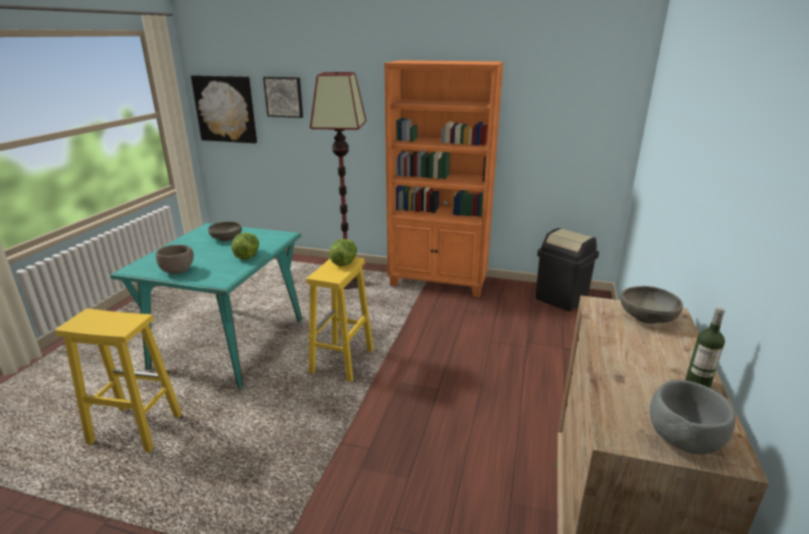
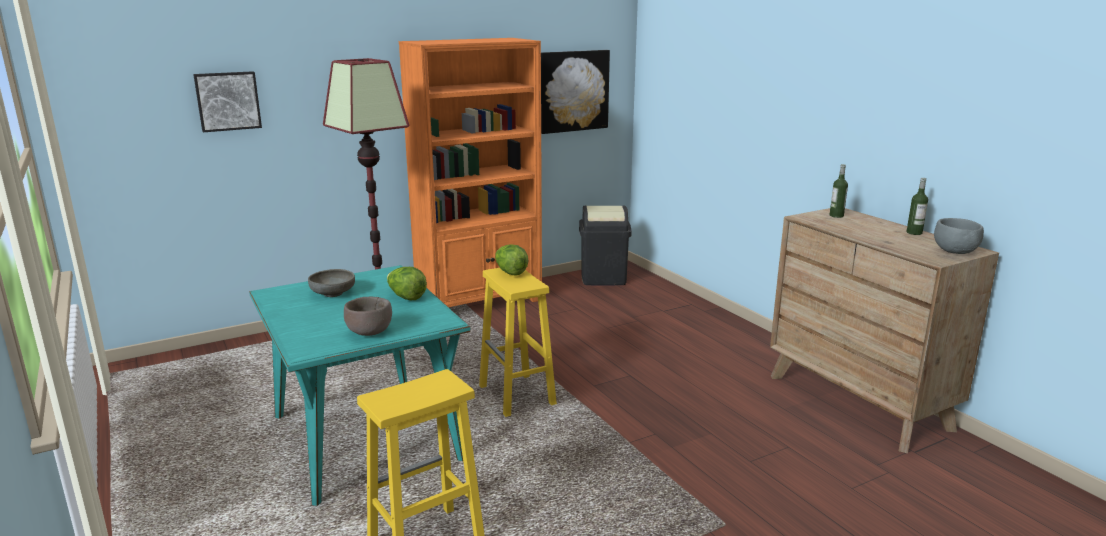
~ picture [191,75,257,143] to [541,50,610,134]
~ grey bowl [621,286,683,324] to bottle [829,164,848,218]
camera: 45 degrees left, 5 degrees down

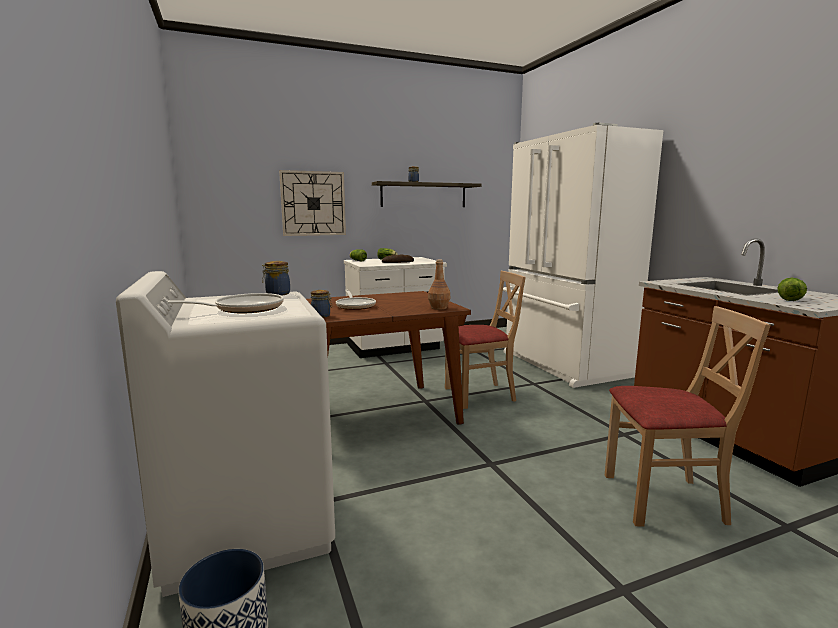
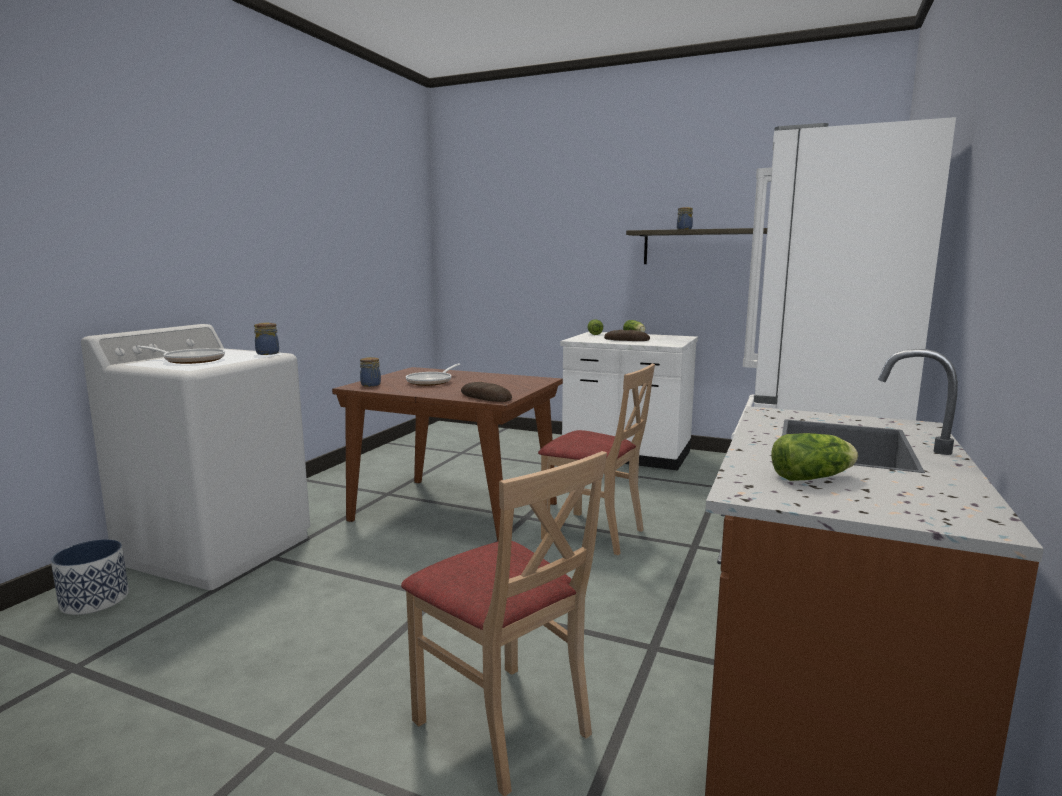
~ brown bottle [428,260,450,310] to bread [461,382,512,402]
- wall clock [279,170,346,236]
camera: 45 degrees right, 0 degrees up

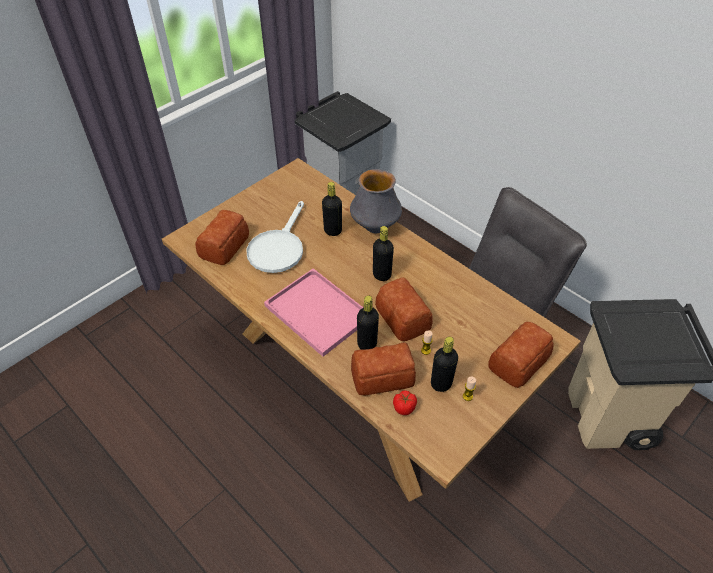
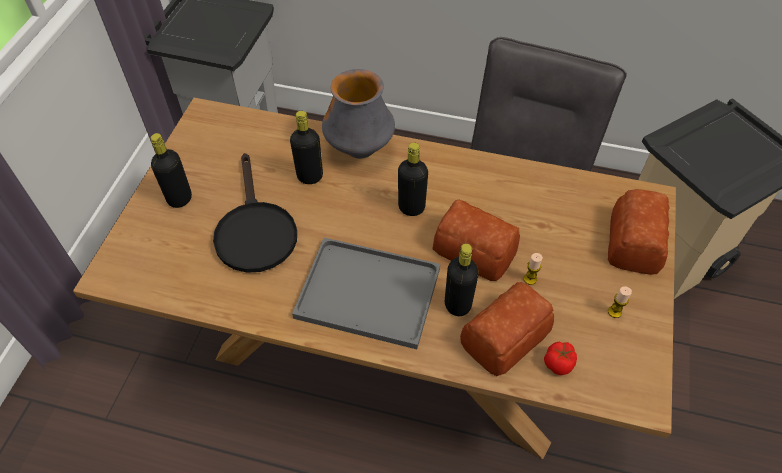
~ black bottle [431,337,458,392] to [151,133,192,208]
~ white frying pan [246,201,304,273] to black frying pan [213,153,297,273]
~ pink tray [264,268,363,357] to grey tray [292,237,440,349]
- bread [195,210,249,265]
camera: 30 degrees left, 5 degrees up

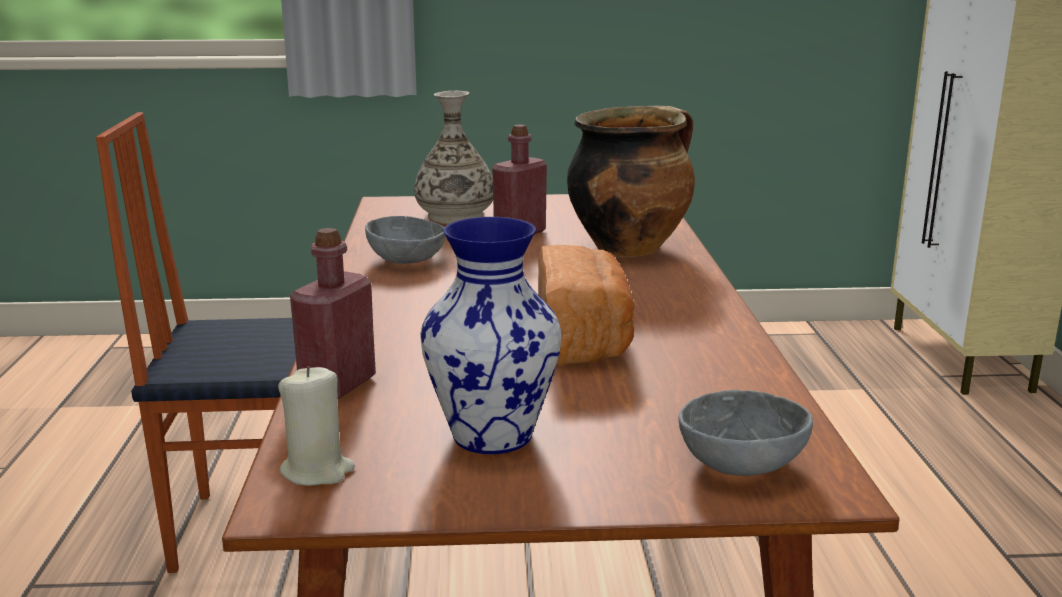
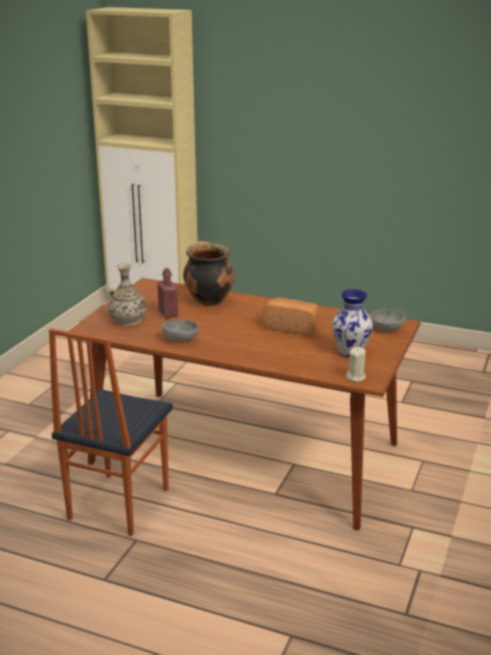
- red bottle [290,228,376,399]
camera: 65 degrees left, 5 degrees up

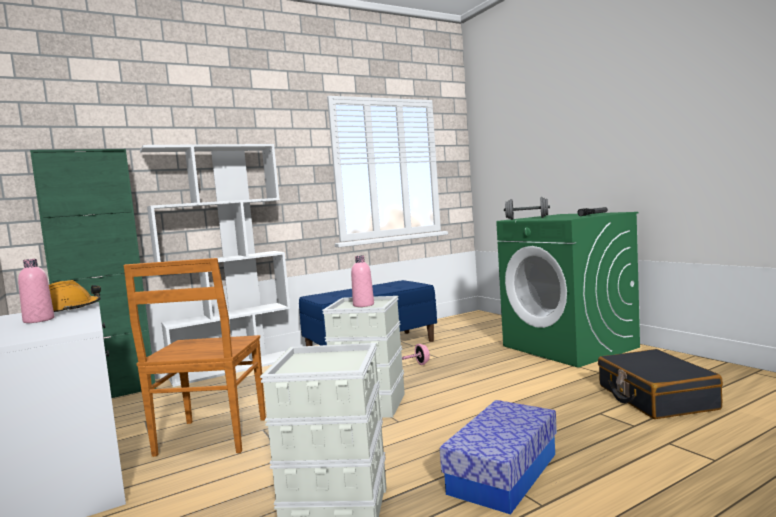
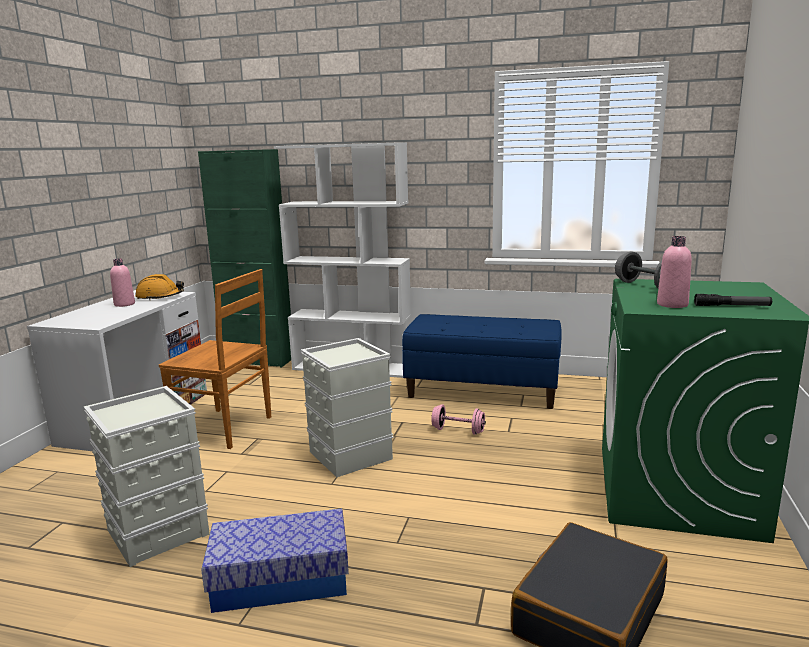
~ brown chair [123,258,266,457] = [159,269,271,449] 120 degrees counterclockwise
~ pink bottle [351,255,374,307] to [657,236,692,308]
camera: 45 degrees right, 10 degrees up

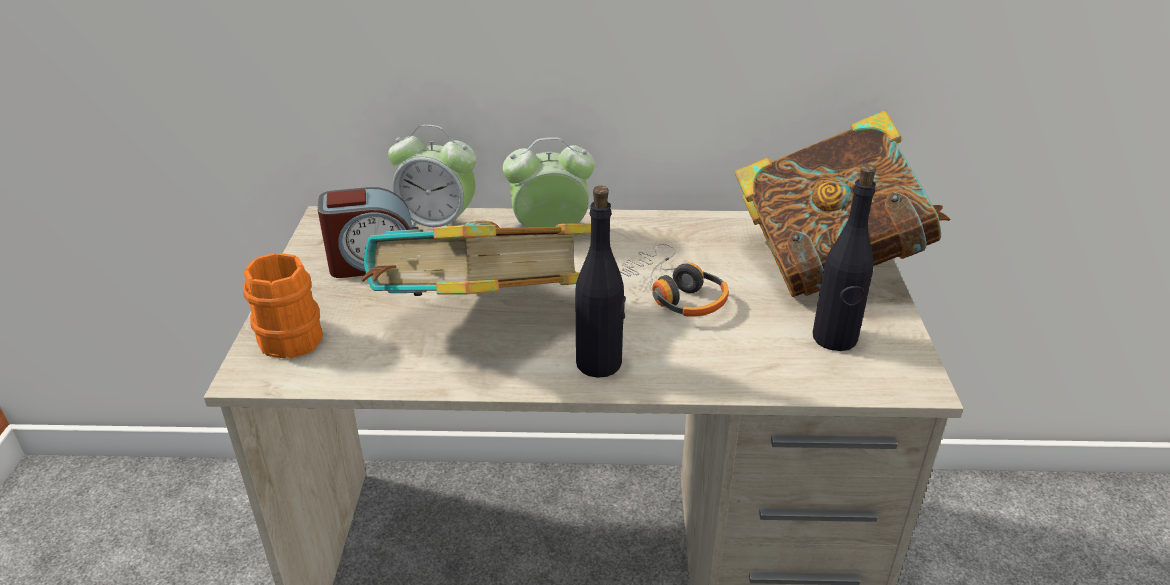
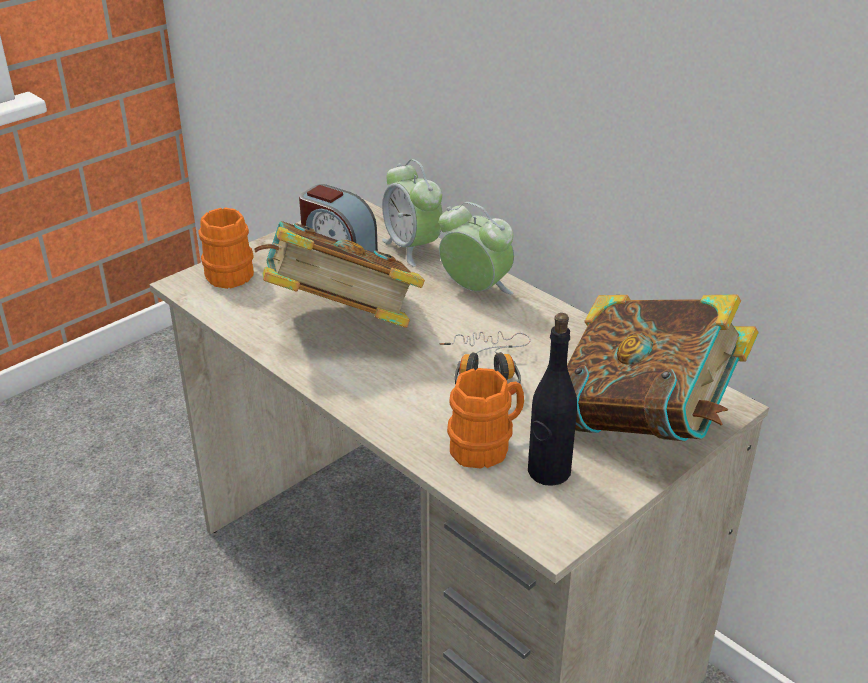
+ orange mug [447,368,524,469]
- black bottle [575,186,626,378]
camera: 45 degrees right, 0 degrees up

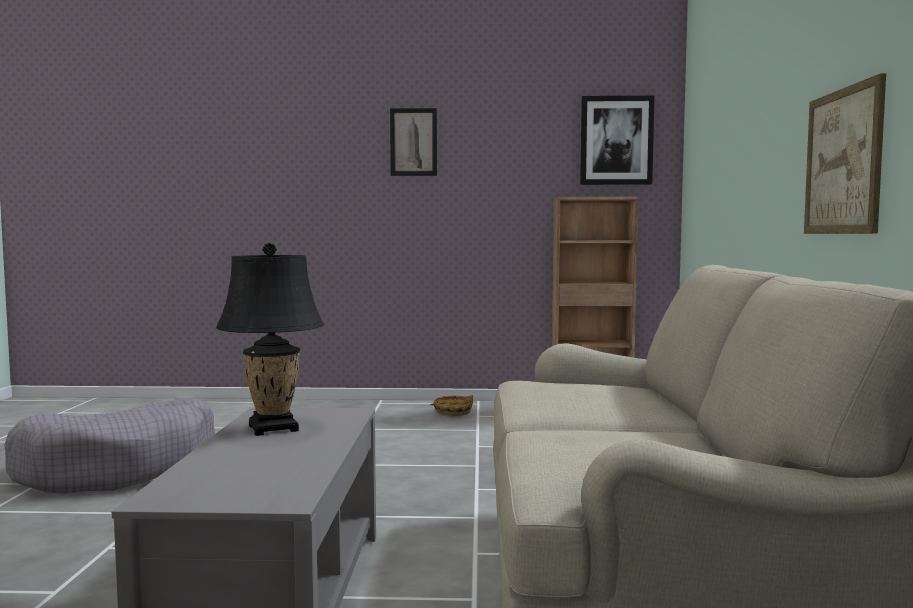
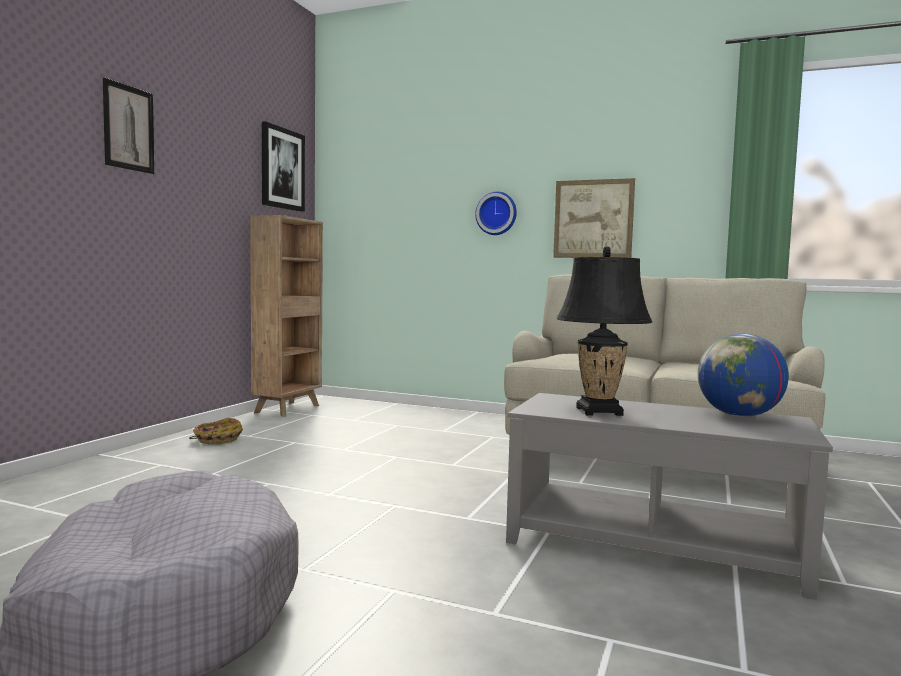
+ wall clock [475,191,517,235]
+ globe [698,334,789,417]
camera: 70 degrees left, 0 degrees up

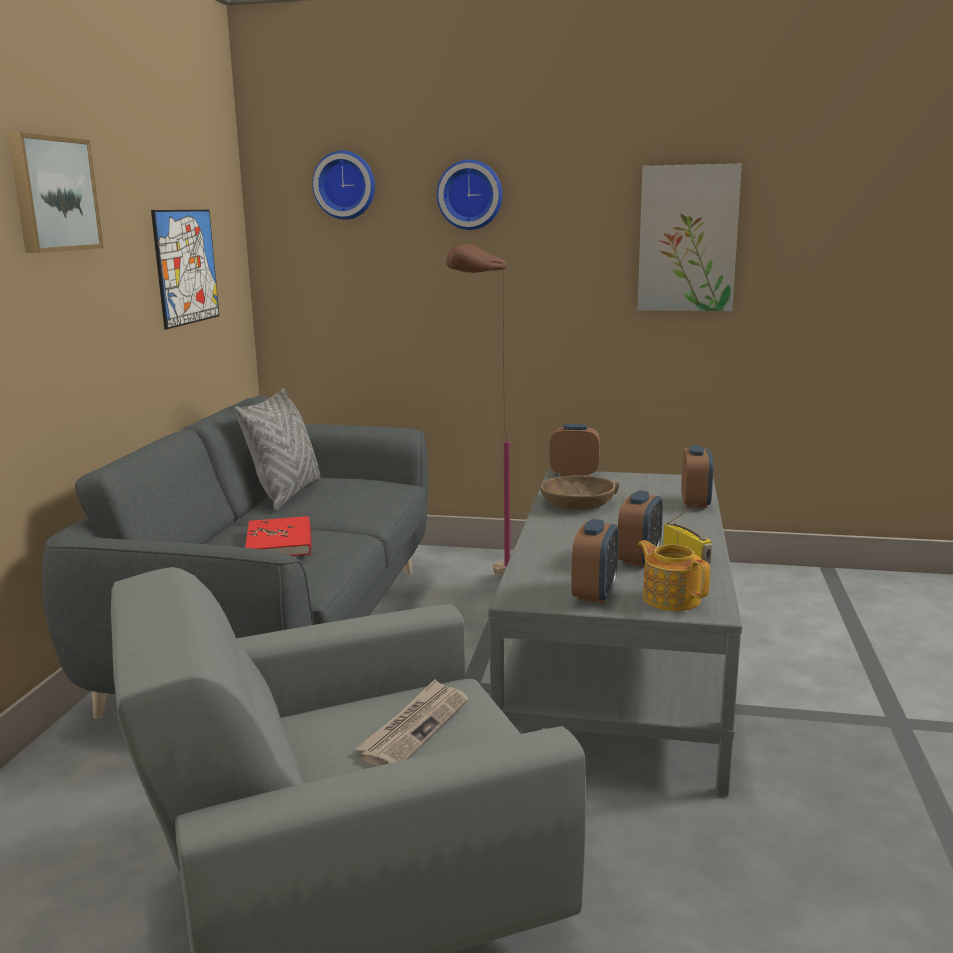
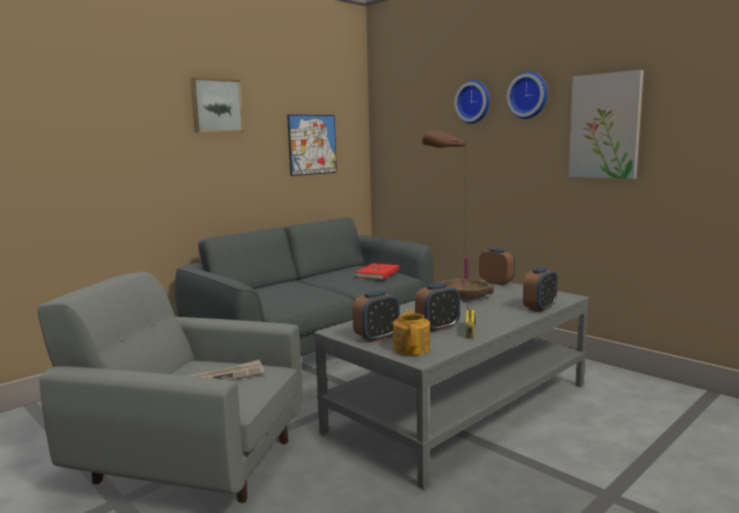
~ red book [245,516,312,556] to [355,263,399,280]
~ wall clock [312,151,375,220] to [507,71,548,119]
- grey pillow [235,388,320,511]
camera: 35 degrees right, 5 degrees down

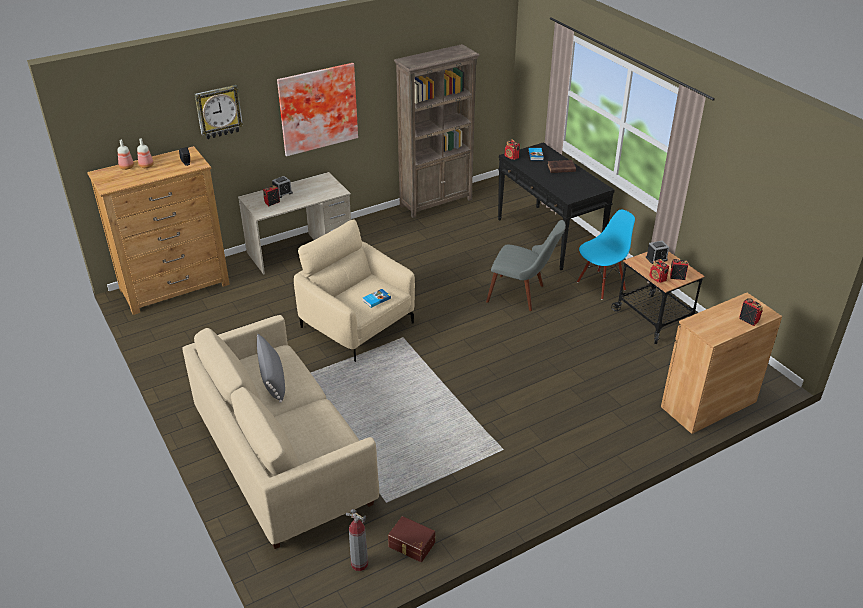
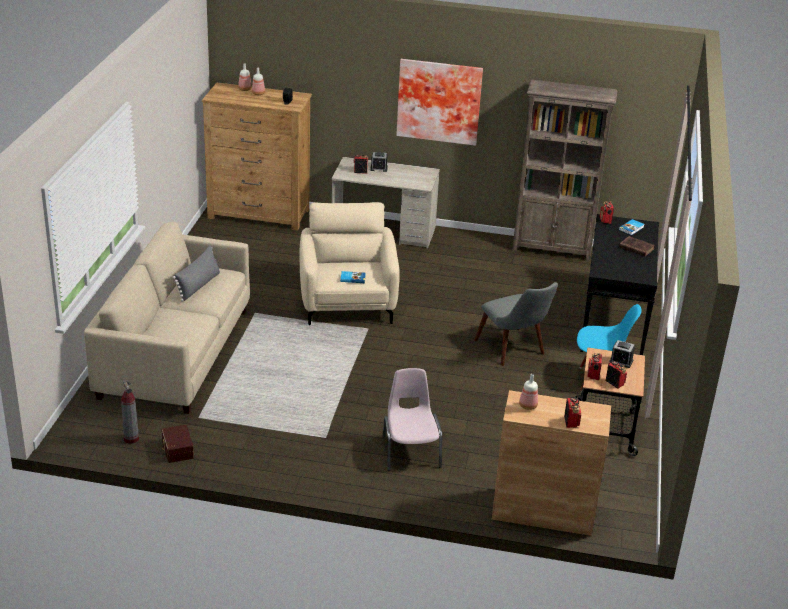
+ pink chair [382,368,442,471]
+ bottle [519,374,538,410]
- wall clock [195,85,243,139]
camera: 40 degrees right, 5 degrees down

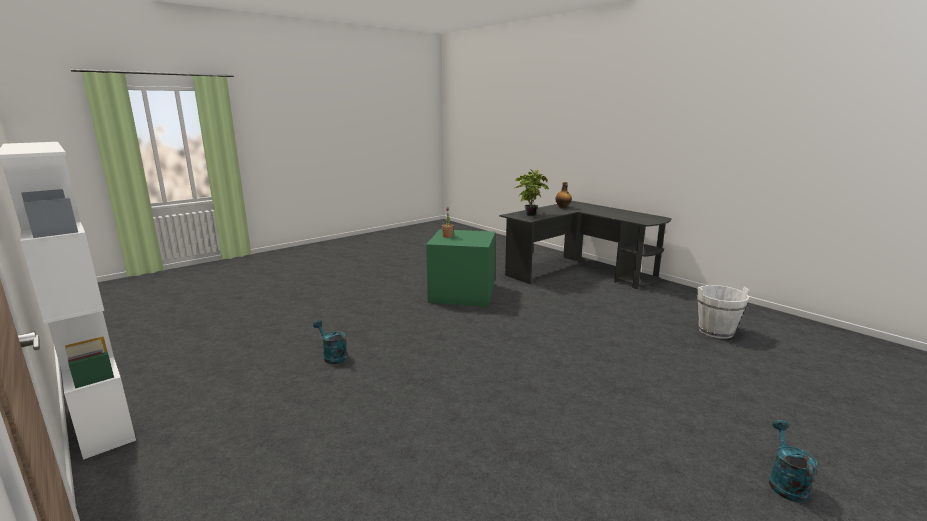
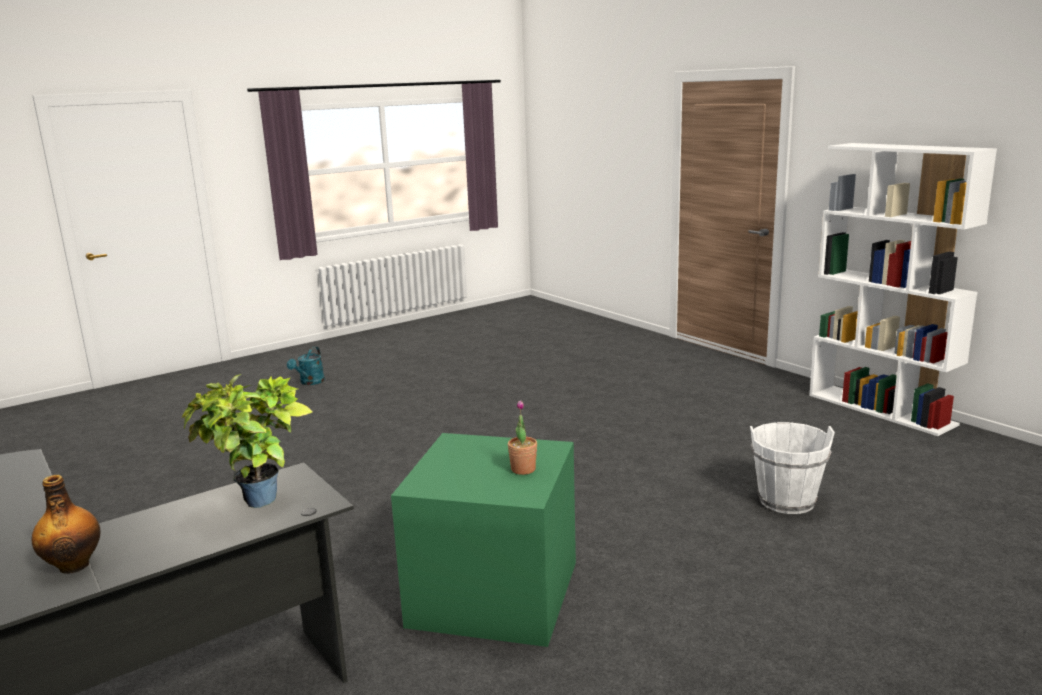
~ white bucket [697,285,750,339] to [750,422,835,514]
- turquoise watering can [313,320,348,364]
camera: 175 degrees left, 0 degrees up

